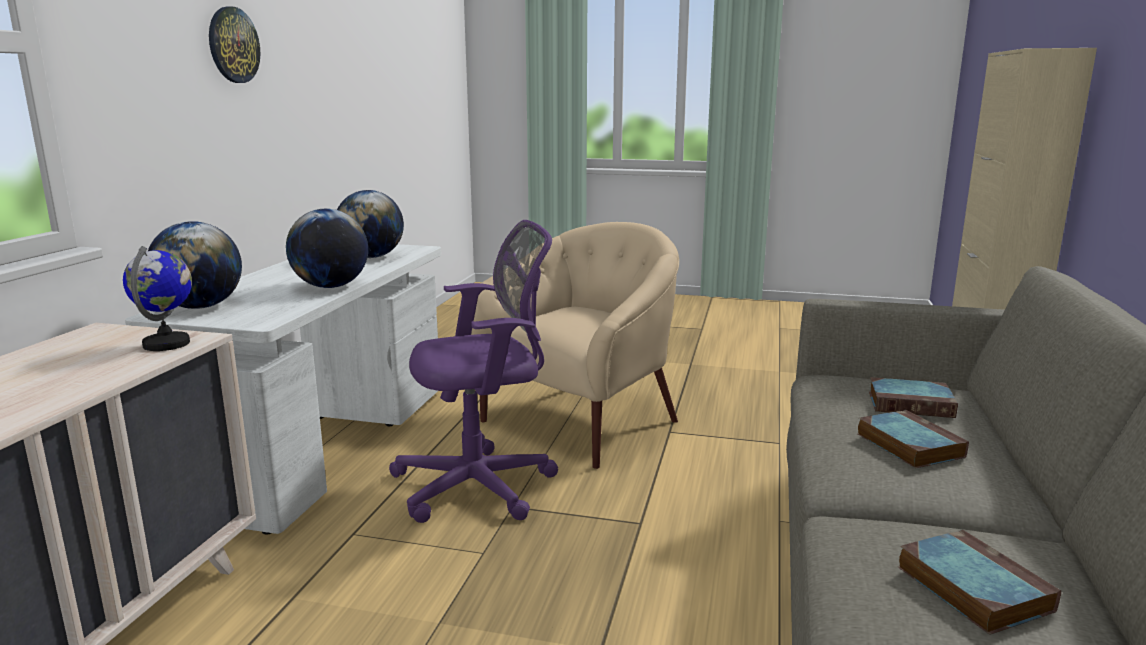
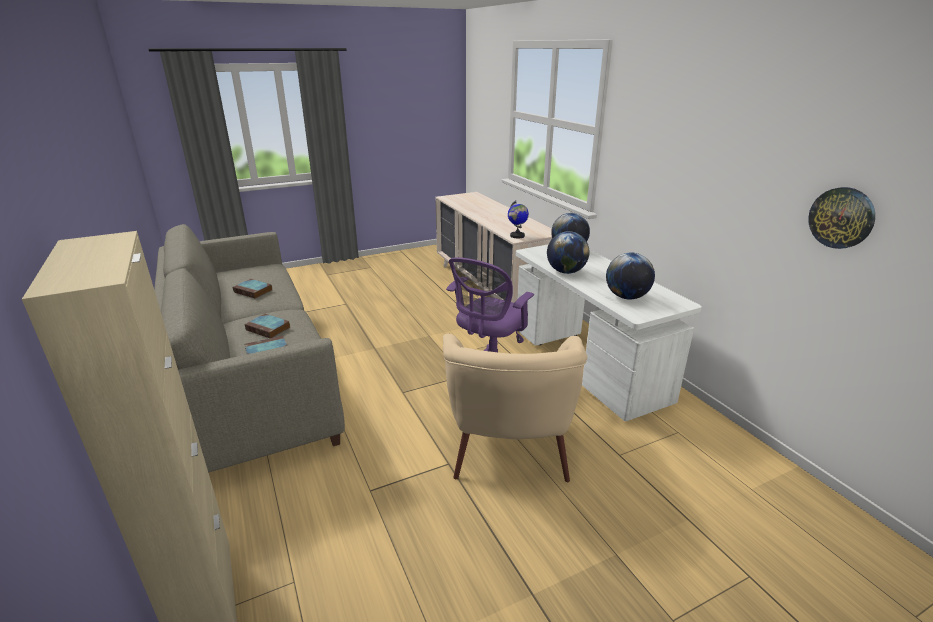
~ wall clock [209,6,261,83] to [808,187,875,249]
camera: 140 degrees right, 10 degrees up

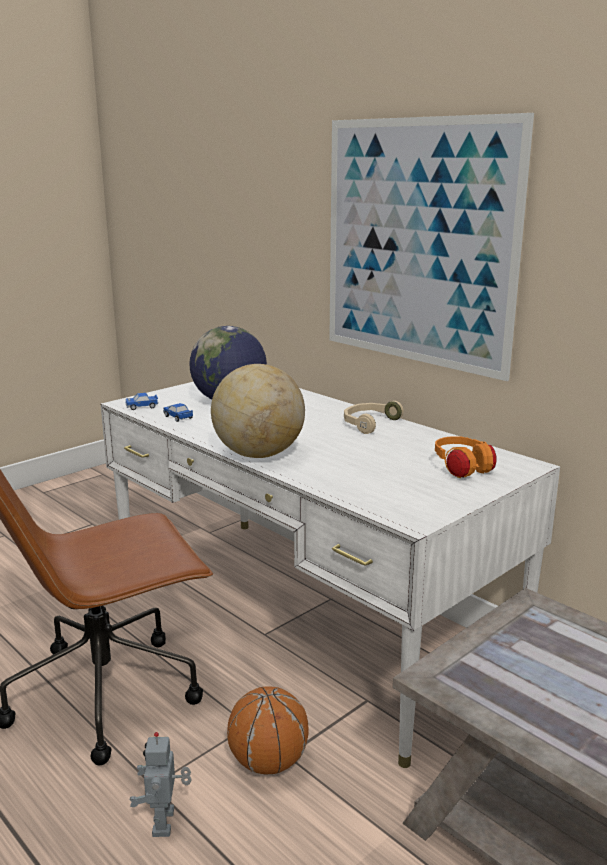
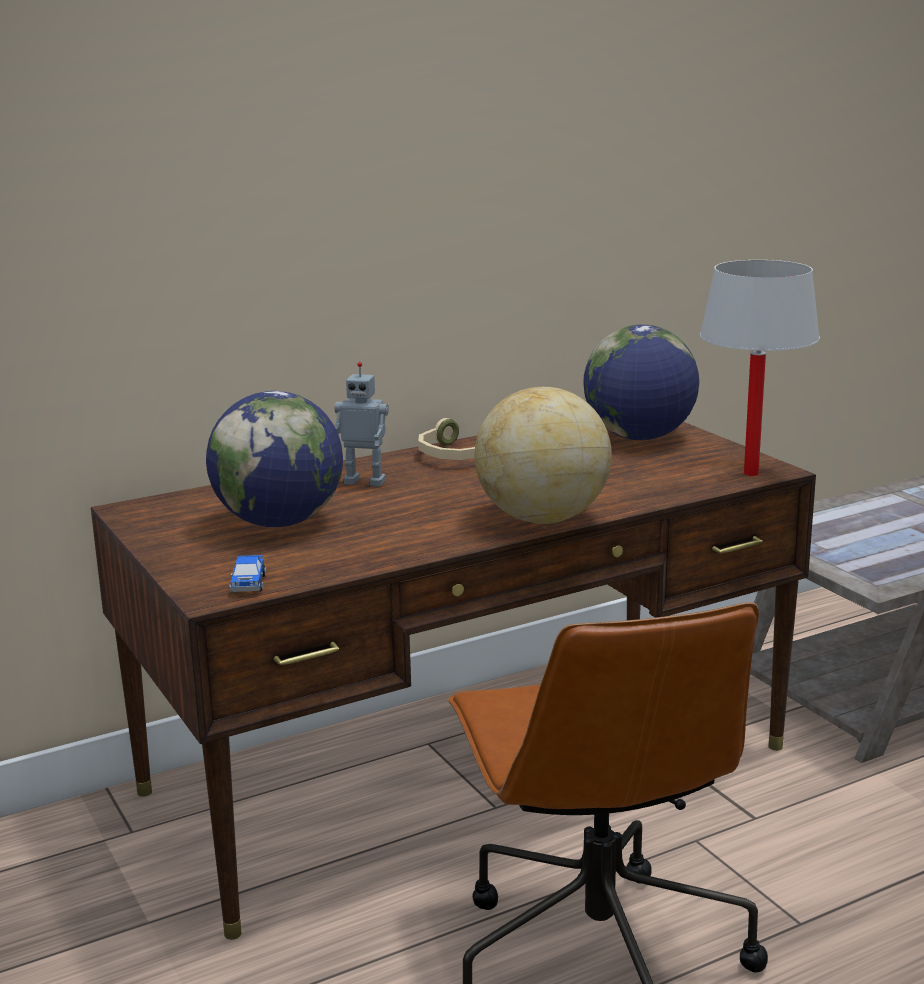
~ white desk [101,382,560,768] to brown desk [91,422,816,940]
~ toy robot [130,732,192,837] to [334,362,389,487]
~ orange headphones [435,436,497,478] to globe [583,325,699,440]
+ white table lamp [699,260,820,476]
- toy car [163,403,193,422]
- basketball [227,686,309,774]
- picture [329,113,534,381]
camera: 75 degrees left, 0 degrees up

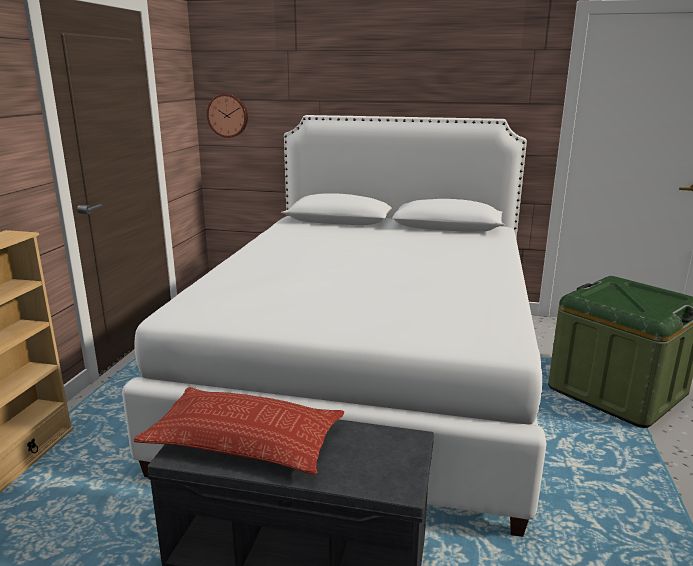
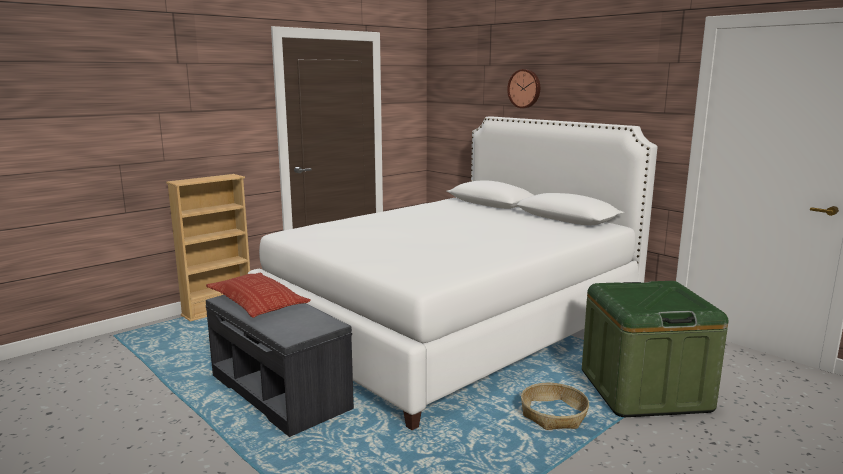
~ wall clock [206,94,248,138] to [507,69,540,108]
+ basket [521,383,589,430]
camera: 35 degrees right, 5 degrees down

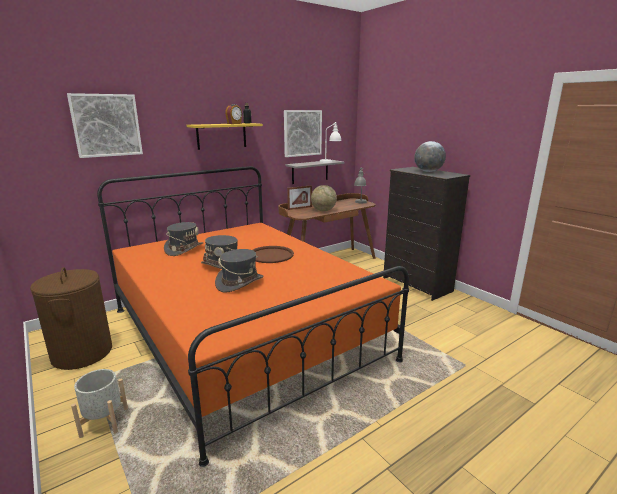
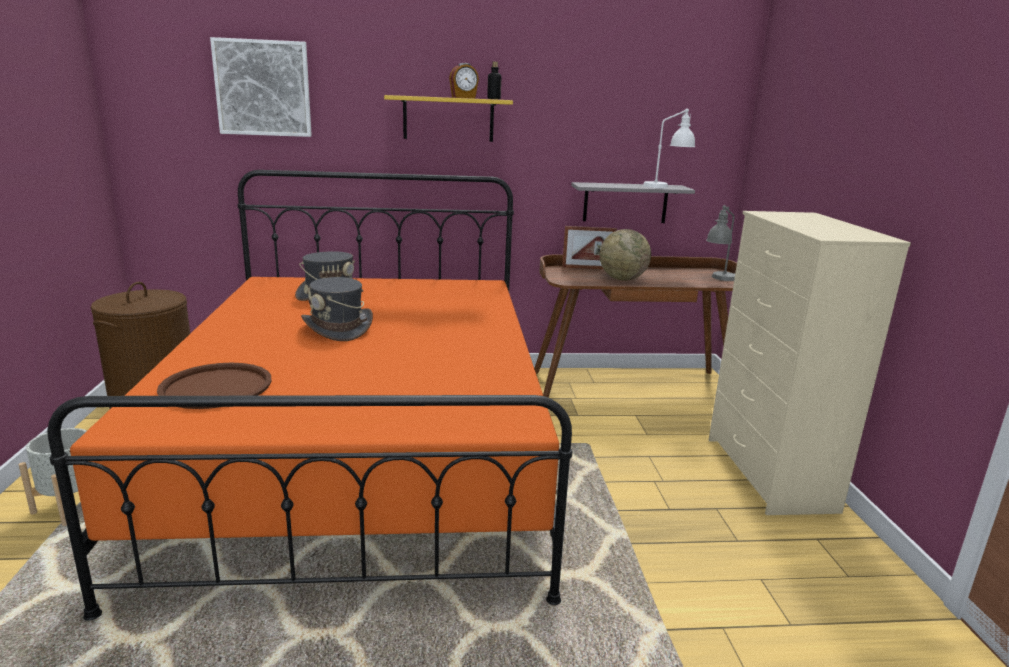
~ brown tray [253,246,294,263] to [157,363,272,409]
~ black dresser [383,167,470,301] to beige dresser [709,211,911,515]
- grey hat [215,249,264,293]
- picture [284,110,322,157]
- globe [414,141,446,172]
camera: 30 degrees right, 0 degrees up

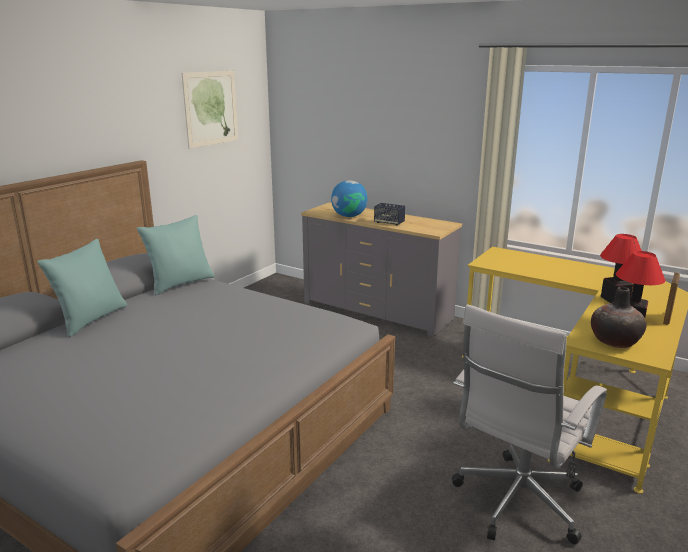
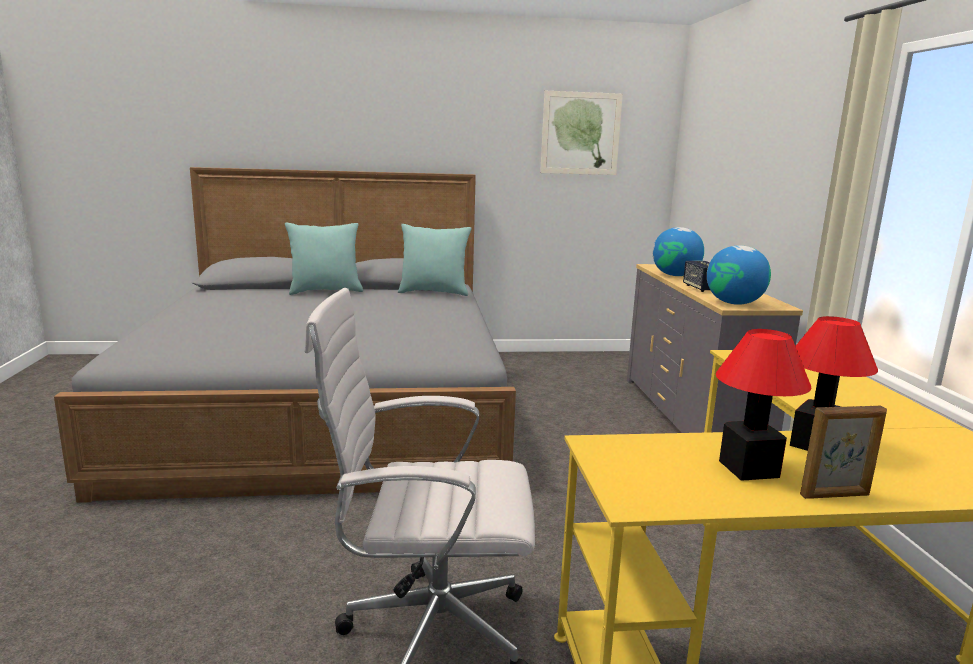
+ globe [707,245,771,305]
- vase [591,287,646,348]
camera: 50 degrees right, 5 degrees down

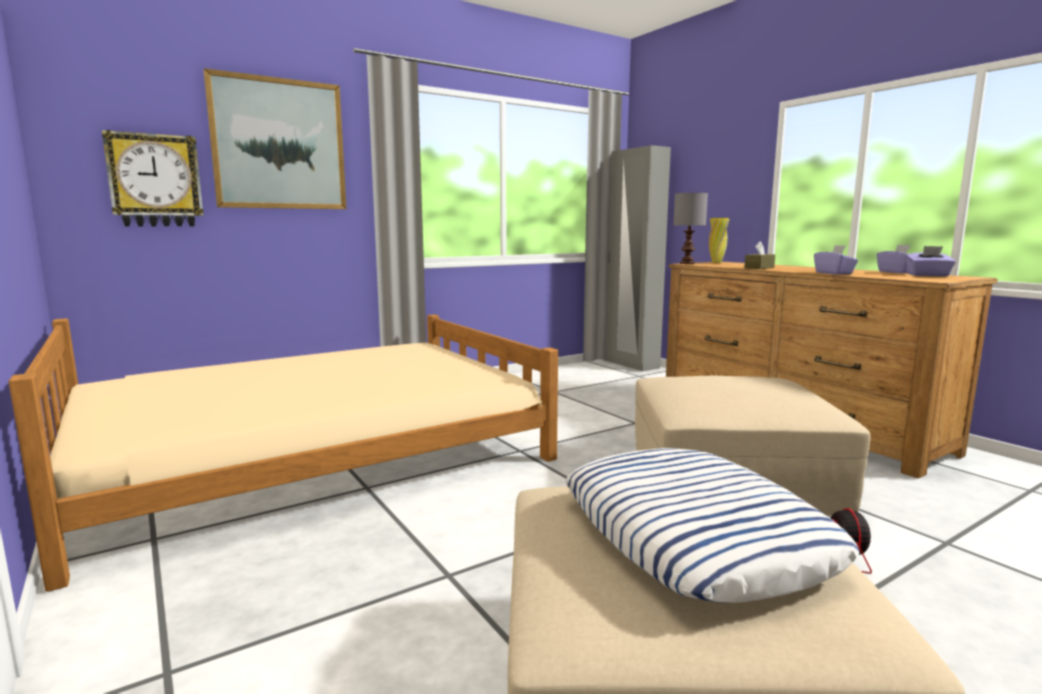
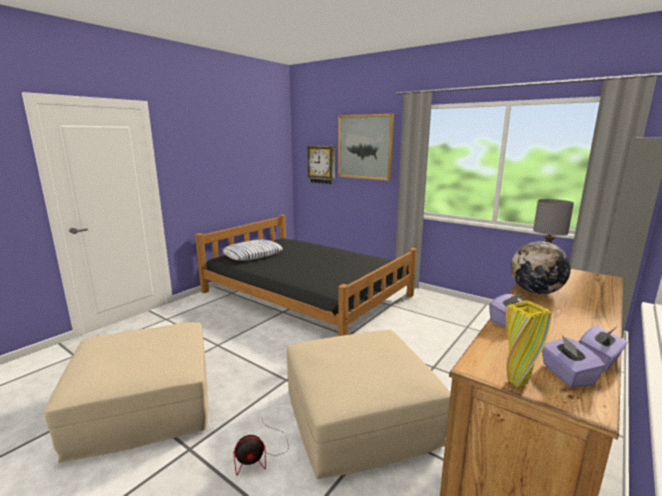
~ beige bed [8,314,558,592] to black bed [195,214,417,336]
~ pillow [566,448,860,603] to [223,240,283,261]
~ yellow vase [709,218,729,263] to [506,300,552,387]
~ brown tissue box [744,242,775,269] to globe [511,241,571,294]
camera: 70 degrees right, 5 degrees up

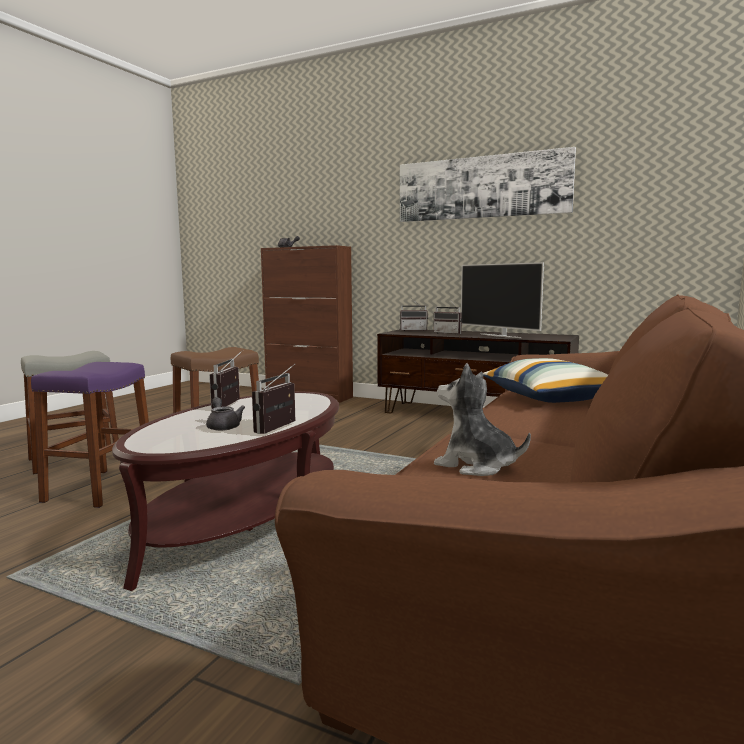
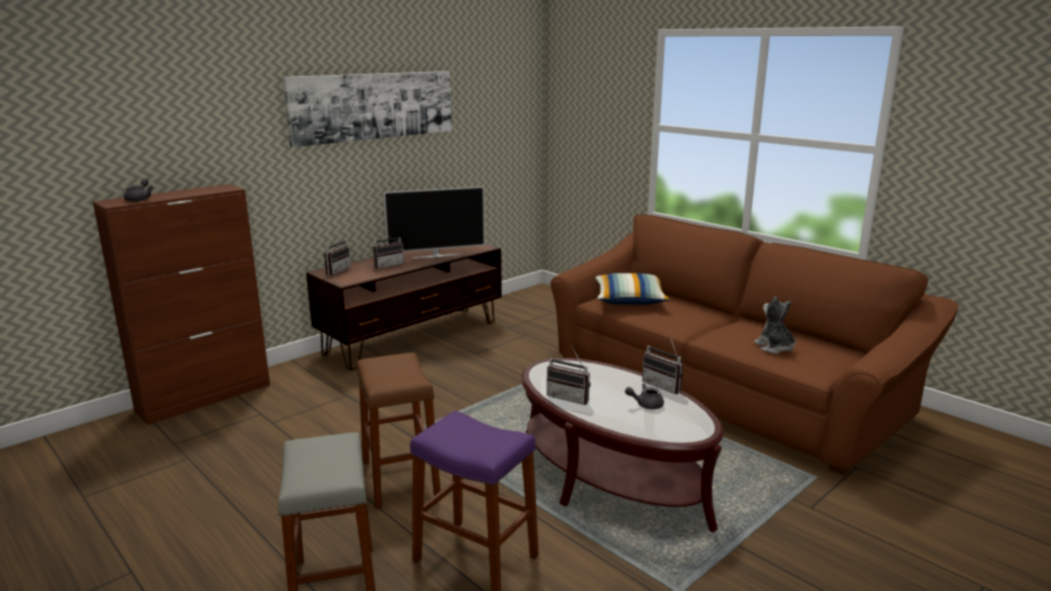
~ plush toy [434,363,531,476] = [754,296,796,354] 105 degrees clockwise
camera: 70 degrees left, 10 degrees up

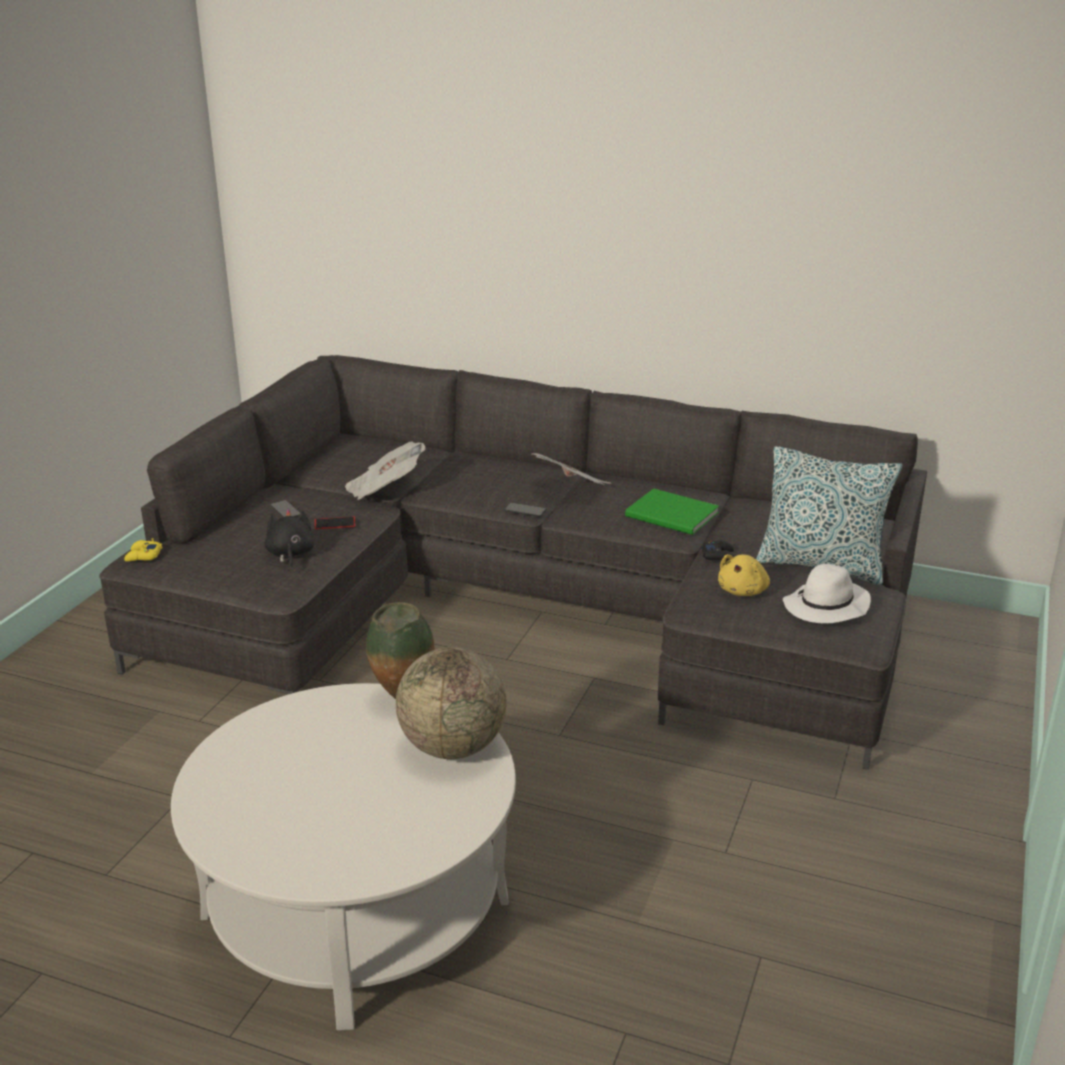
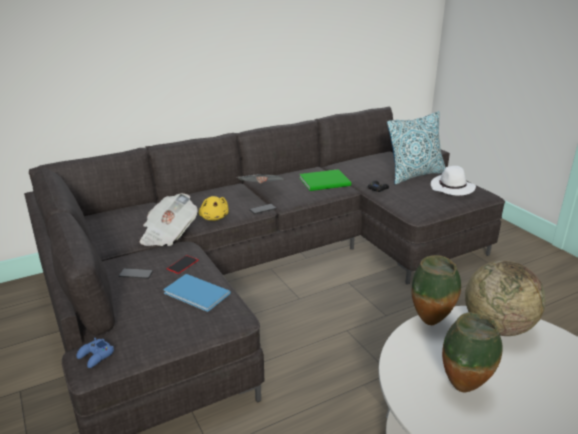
~ yellow game controller [124,538,162,562] to blue game controller [76,338,114,368]
~ black plush toy [264,509,314,569] to blue book [164,274,231,312]
~ yellow plush toy [718,554,770,596] to [199,196,229,221]
+ vase [442,312,503,393]
camera: 50 degrees left, 0 degrees up

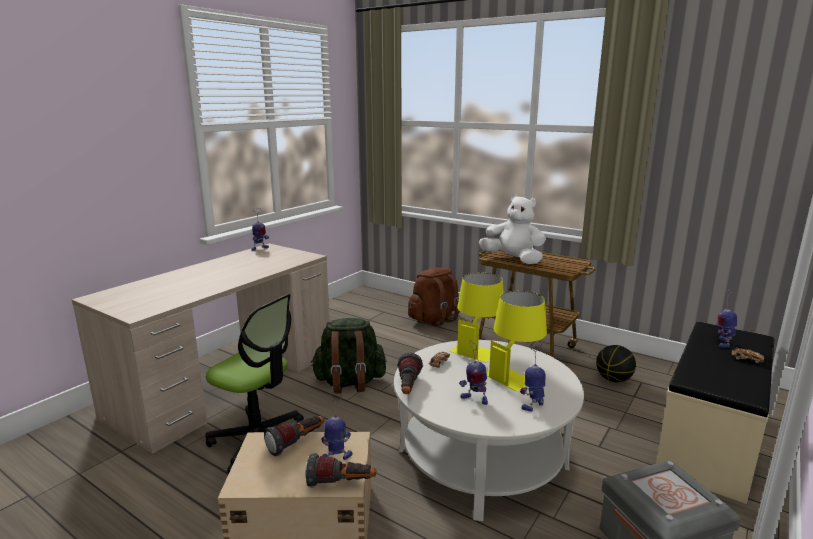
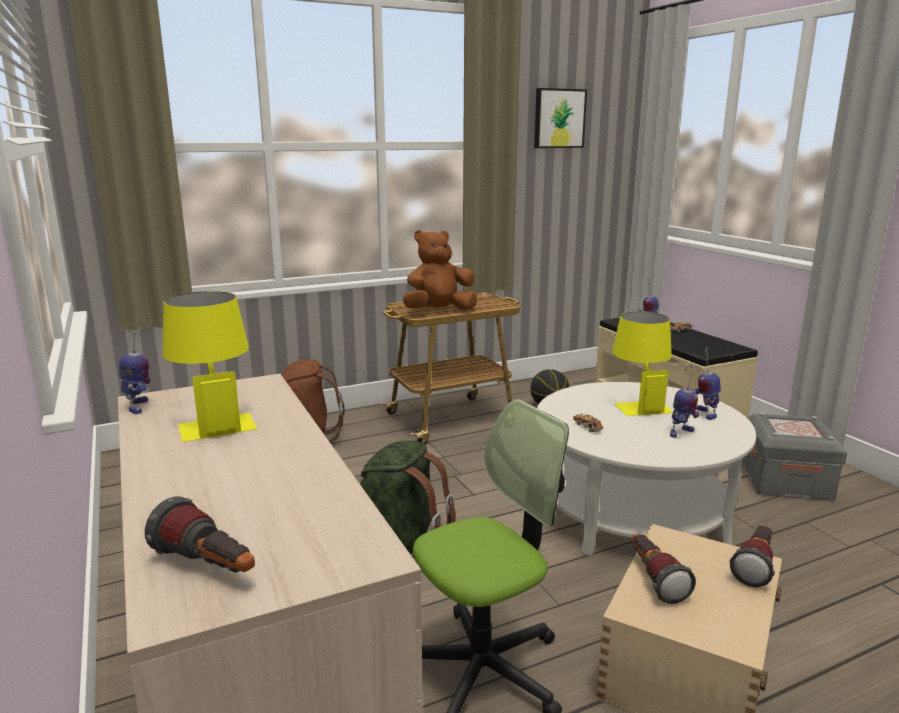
~ flashlight [397,353,423,394] to [145,496,255,572]
~ yellow table lamp [450,273,504,362] to [163,291,257,442]
~ white plush toy [479,195,546,264] to brown plush toy [403,230,477,310]
+ picture [534,88,587,148]
- toy robot [321,392,353,460]
camera: 60 degrees left, 0 degrees up

